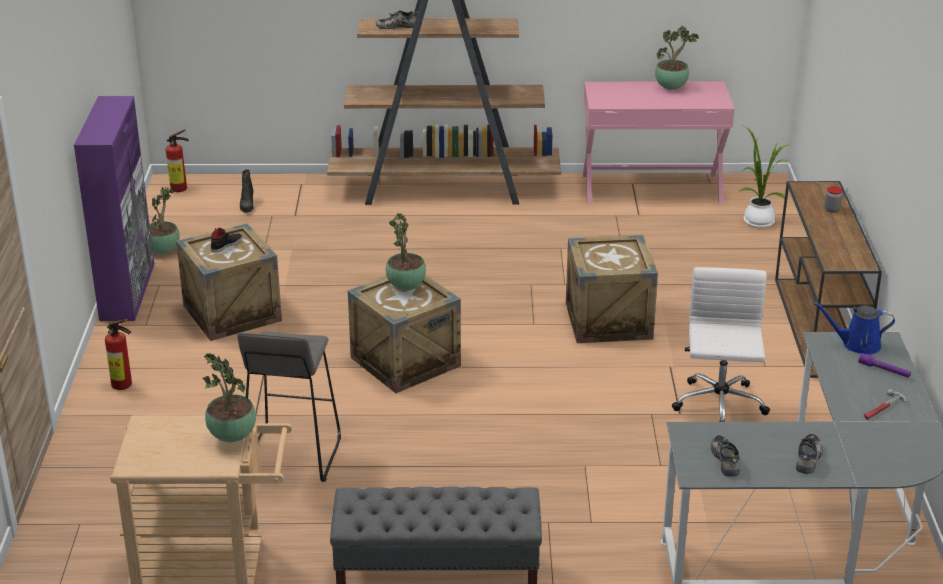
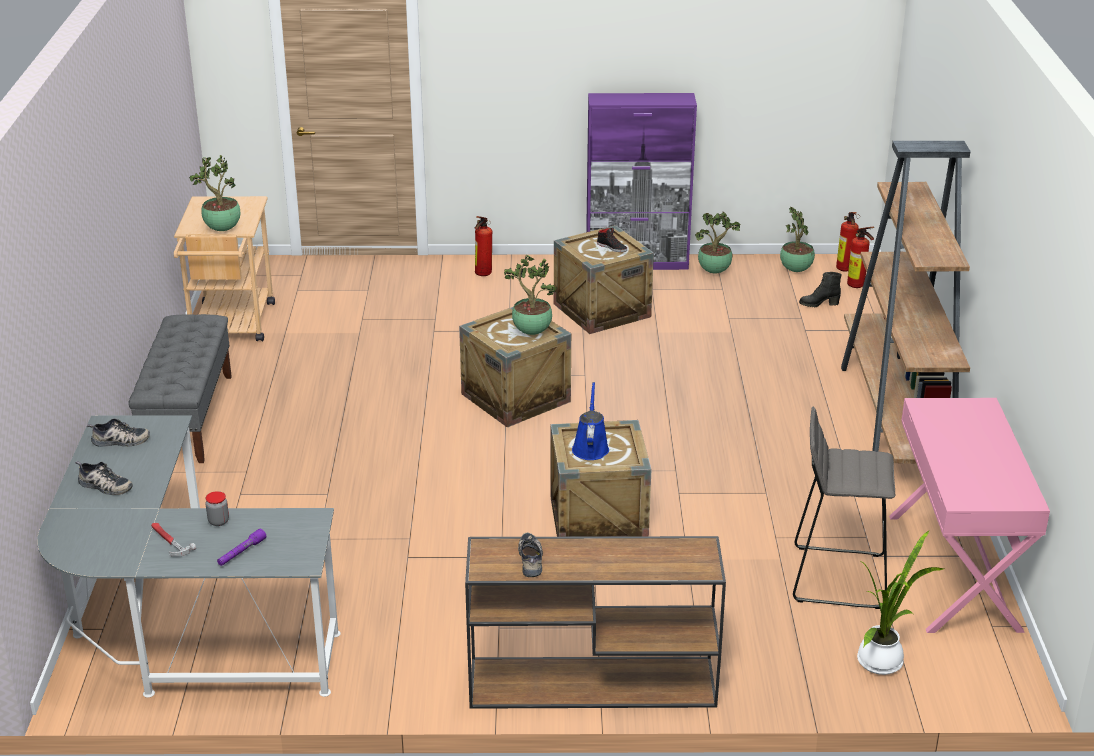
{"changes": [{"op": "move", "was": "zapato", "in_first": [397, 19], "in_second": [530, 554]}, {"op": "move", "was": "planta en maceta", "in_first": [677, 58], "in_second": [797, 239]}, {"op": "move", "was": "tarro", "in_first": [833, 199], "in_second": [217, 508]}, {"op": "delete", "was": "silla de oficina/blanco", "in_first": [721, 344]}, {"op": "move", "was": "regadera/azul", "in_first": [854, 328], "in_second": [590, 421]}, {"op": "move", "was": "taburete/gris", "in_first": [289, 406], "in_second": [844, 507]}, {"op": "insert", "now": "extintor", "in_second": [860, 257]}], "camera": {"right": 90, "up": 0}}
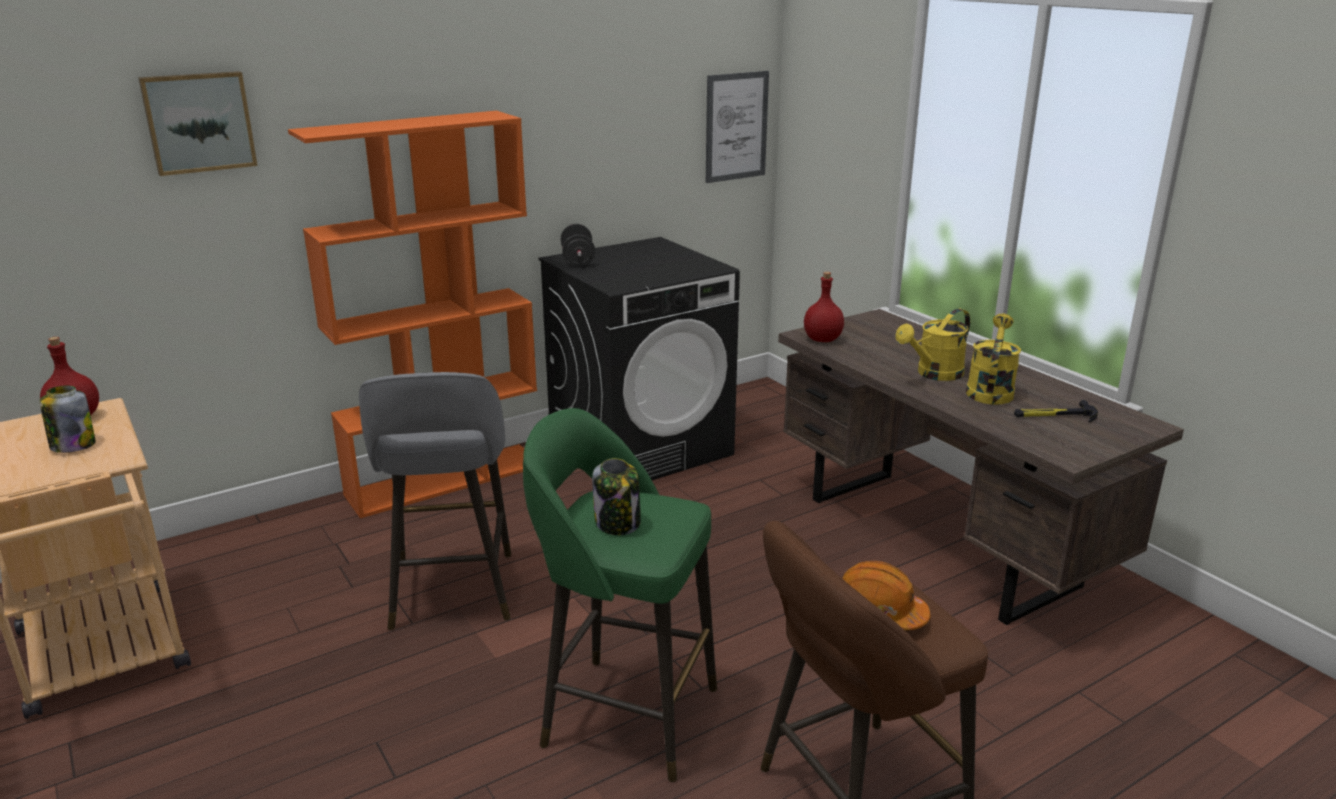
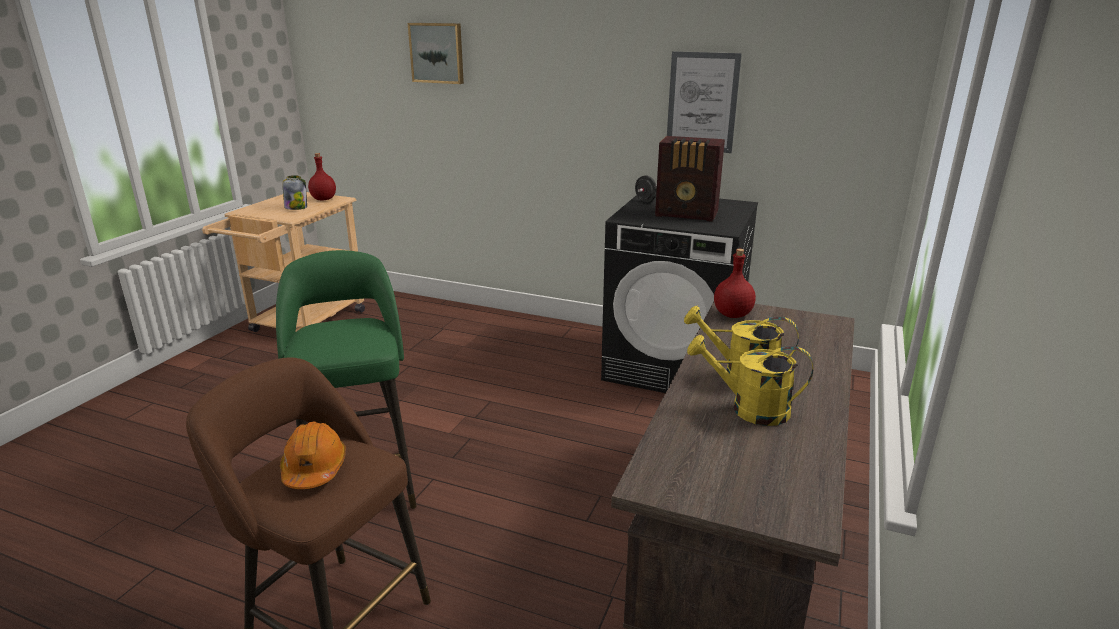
{"changes": [{"op": "move", "was": "cuadro", "in_first": [737, 127], "in_second": [704, 102]}, {"op": "delete", "was": "estantería/naranja", "in_first": [412, 314]}, {"op": "rotate", "was": "regadera/amarillo", "in_first": [993, 359], "in_second": [750, 380], "clockwise": -150}, {"op": "delete", "was": "taburete/gris", "in_first": [435, 501]}, {"op": "delete", "was": "martillo", "in_first": [1056, 411]}, {"op": "delete", "was": "tarro", "in_first": [616, 496]}, {"op": "insert", "now": "radio", "in_second": [690, 179]}], "camera": {"right": 55, "up": 0}}
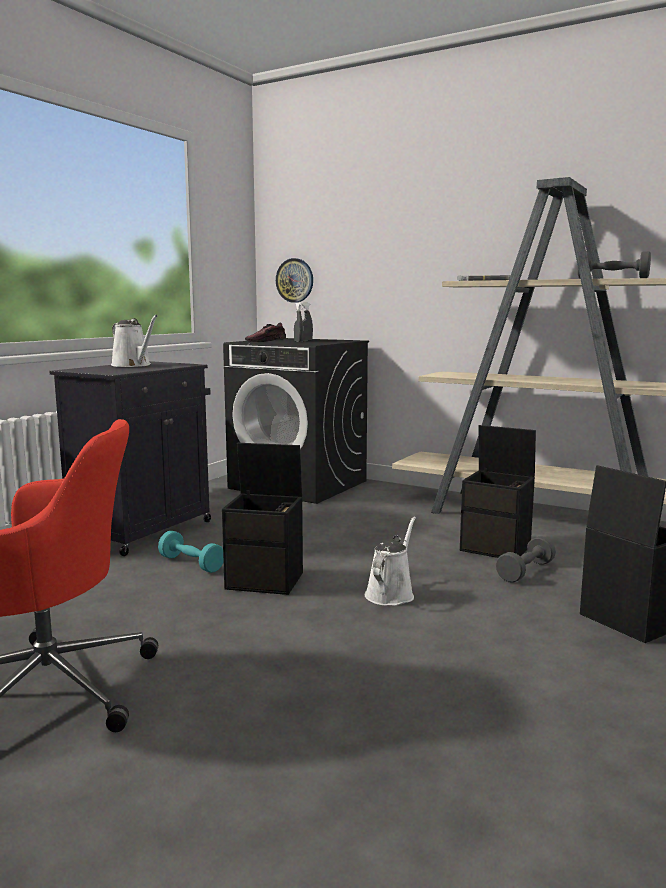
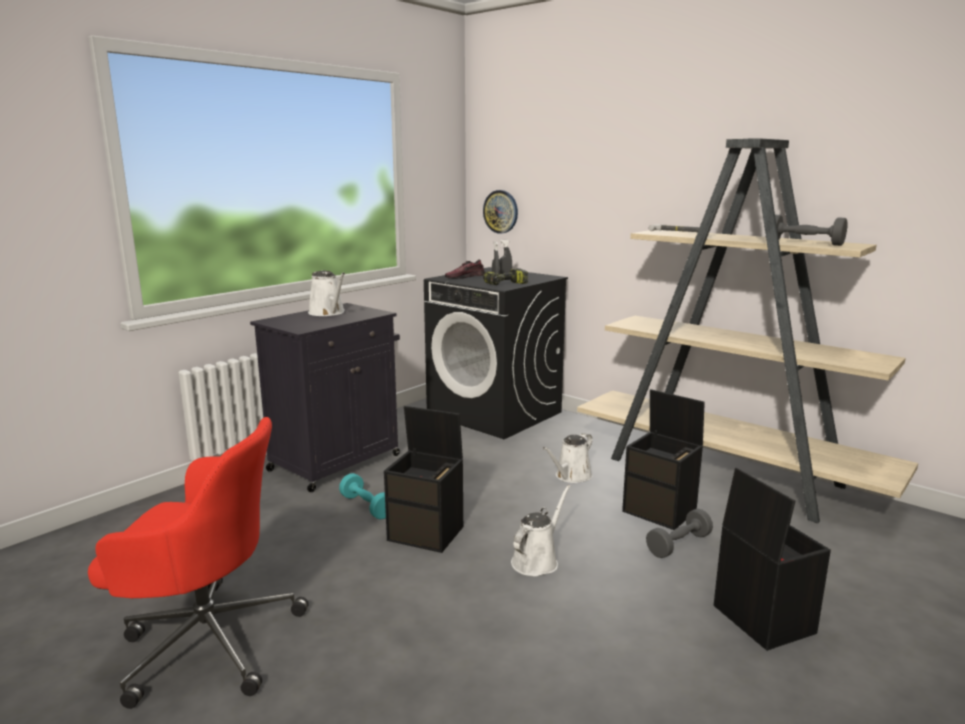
{"changes": [{"op": "insert", "now": "taladro", "in_second": [505, 276]}, {"op": "insert", "now": "regadera/blanco", "in_second": [568, 458]}], "camera": {"right": 10, "up": 5}}
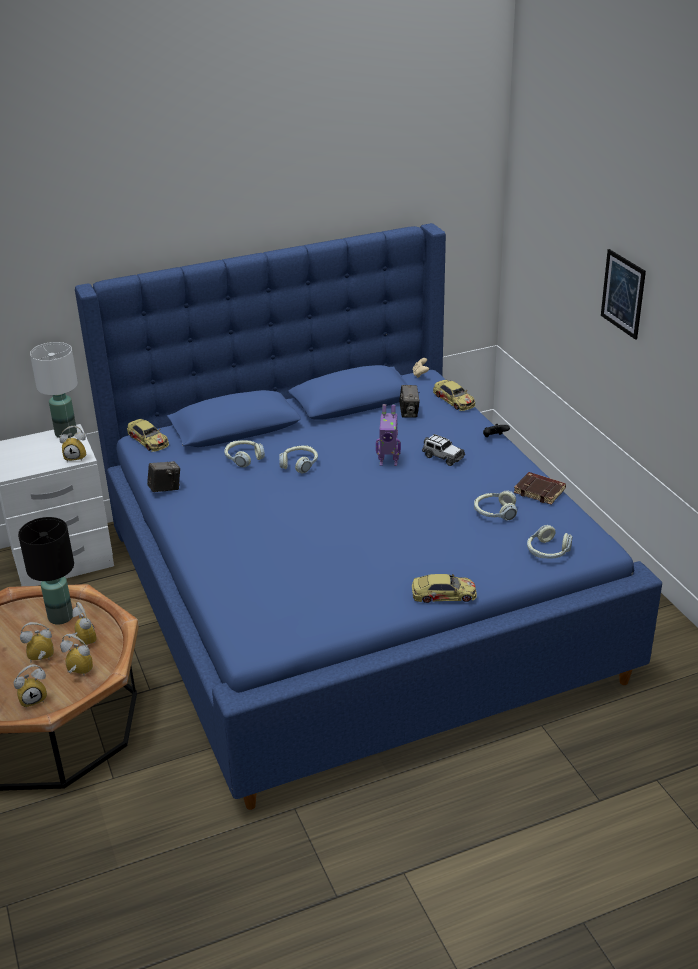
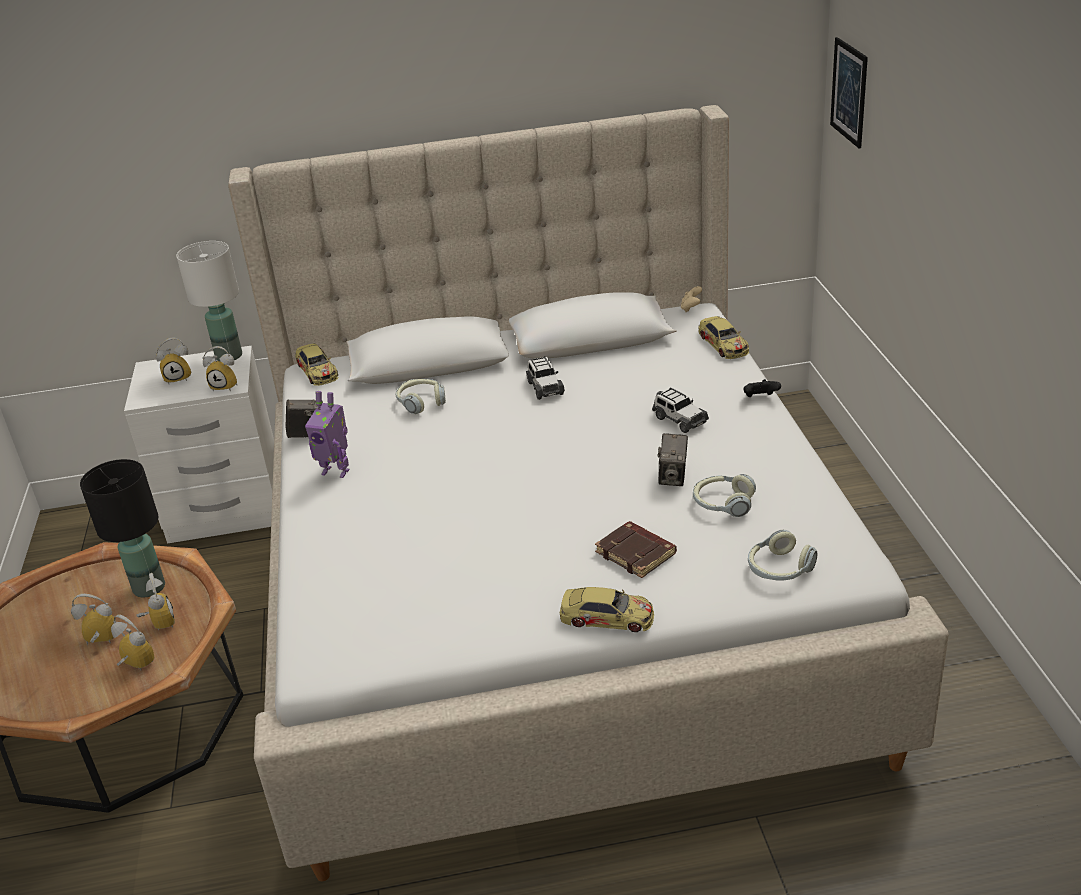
{"changes": [{"op": "recolor", "was": "cama/azul", "now": "cama/beis", "in_first": [368, 516], "in_second": [588, 493]}, {"op": "move", "was": "cuadro", "in_first": [623, 294], "in_second": [849, 92]}, {"op": "move", "was": "cámara", "in_first": [409, 401], "in_second": [673, 459]}, {"op": "move", "was": "robot de juguete", "in_first": [388, 435], "in_second": [327, 434]}, {"op": "delete", "was": "auriculares", "in_first": [298, 459]}, {"op": "move", "was": "libro/marrón", "in_first": [540, 488], "in_second": [636, 549]}, {"op": "move", "was": "despertador", "in_first": [30, 686], "in_second": [173, 360]}, {"op": "insert", "now": "coche de juguete", "in_second": [545, 378]}], "camera": {"right": 15, "up": 0}}
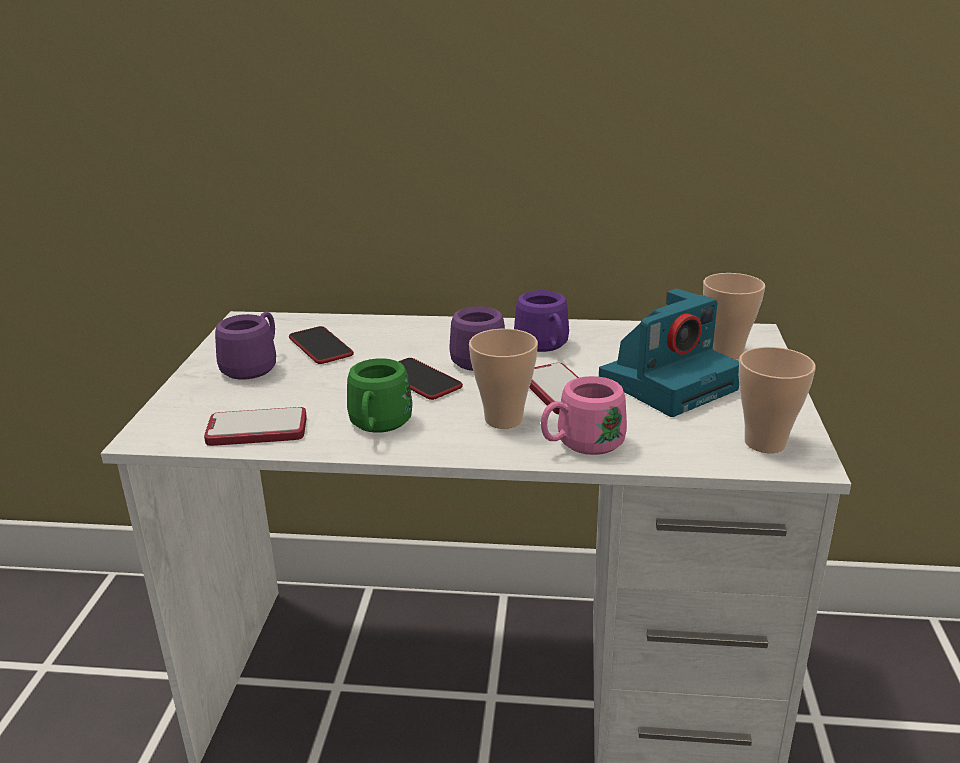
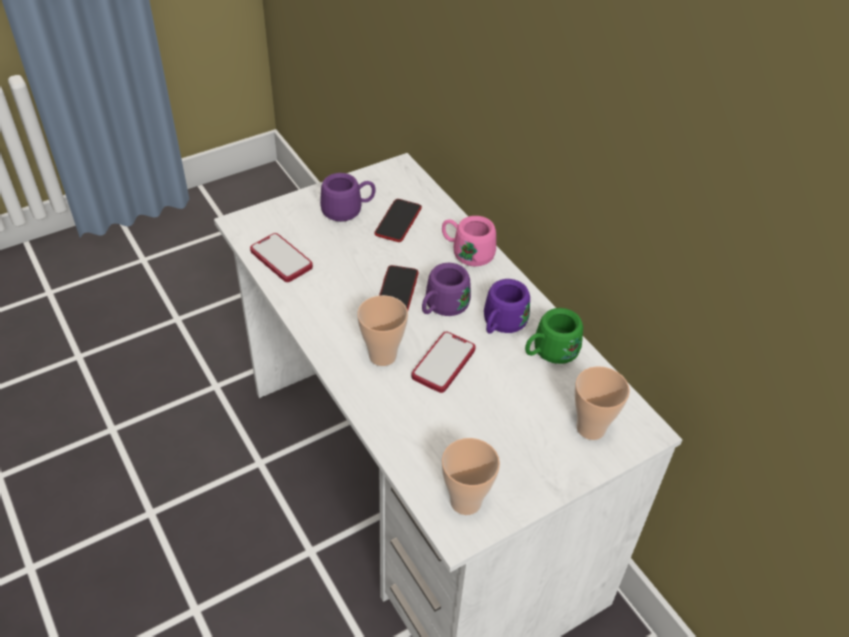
{"changes": [{"op": "delete", "was": "cámara", "in_first": [669, 352]}, {"op": "move", "was": "taza grande/verde", "in_first": [380, 395], "in_second": [554, 336]}, {"op": "move", "was": "taza grande/rosa", "in_first": [584, 415], "in_second": [469, 241]}], "camera": {"right": 50, "up": 20}}
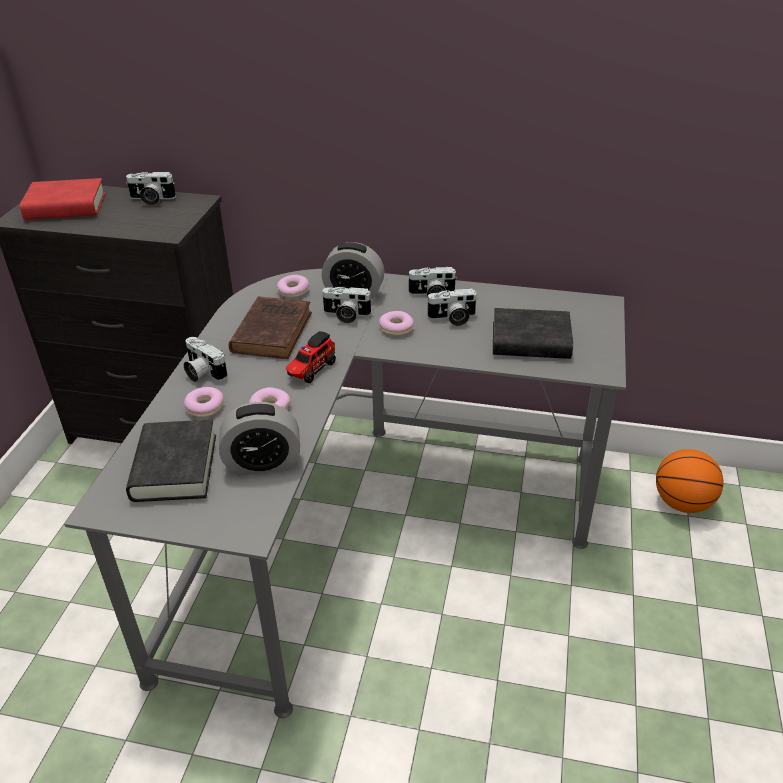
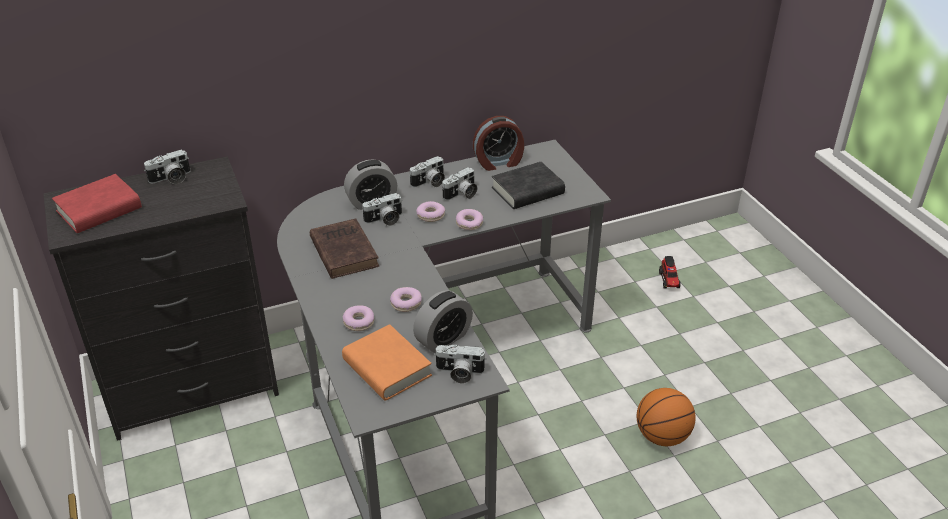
{"changes": [{"op": "move", "was": "rosquilla", "in_first": [293, 286], "in_second": [469, 219]}, {"op": "move", "was": "camión de juguete", "in_first": [311, 357], "in_second": [670, 272]}, {"op": "move", "was": "cámara", "in_first": [206, 359], "in_second": [460, 364]}, {"op": "recolor", "was": "libro/negro", "now": "libro/naranja", "in_first": [171, 461], "in_second": [387, 362]}, {"op": "move", "was": "balón de baloncesto", "in_first": [689, 481], "in_second": [666, 417]}, {"op": "insert", "now": "despertador", "in_second": [498, 143]}], "camera": {"right": -35, "up": 0}}
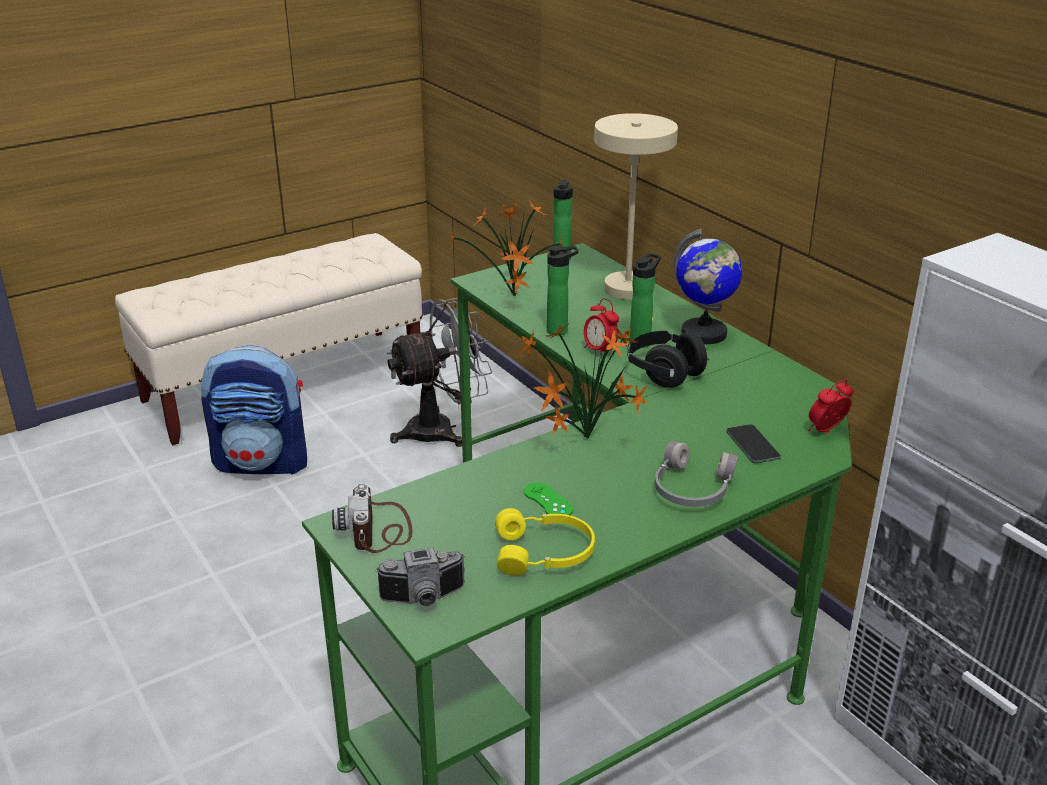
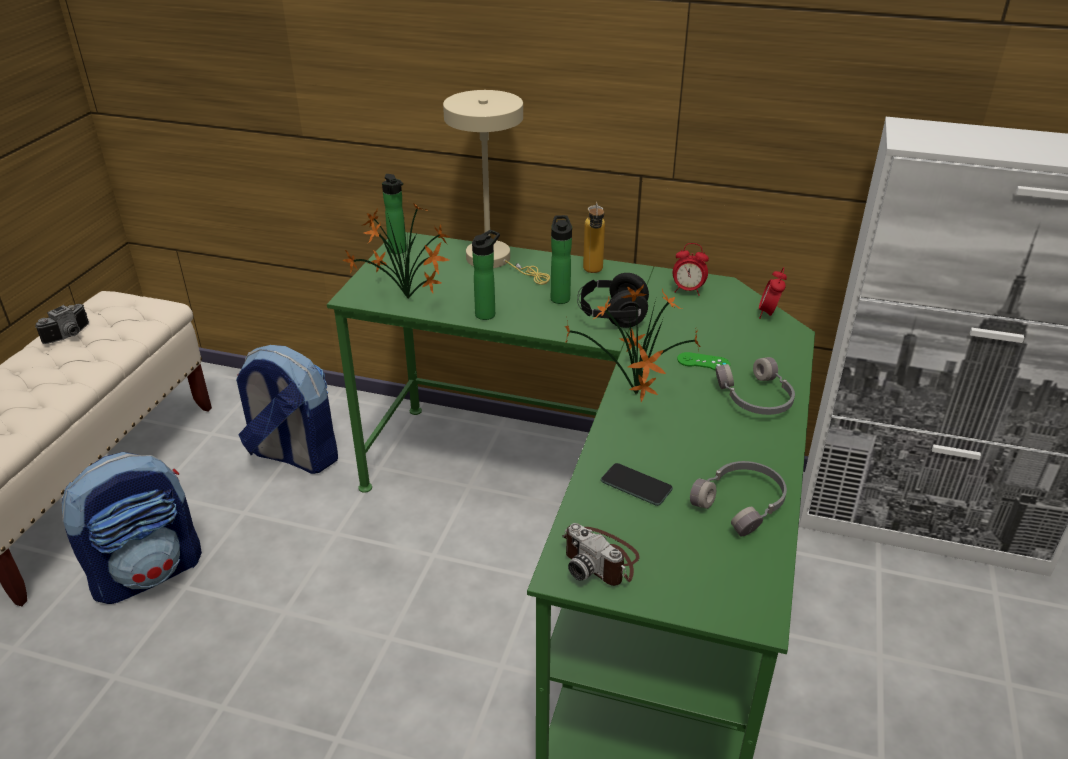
{"changes": [{"op": "replace", "was": "globo terráqueo", "now": "botella", "in_first": [708, 286], "in_second": [594, 237]}, {"op": "replace", "was": "ventilador/gris", "now": "mochila", "in_first": [439, 372], "in_second": [287, 409]}, {"op": "move", "was": "despertador", "in_first": [601, 328], "in_second": [691, 269]}, {"op": "move", "was": "móvil", "in_first": [753, 443], "in_second": [637, 484]}, {"op": "move", "was": "mando de consola/verde", "in_first": [548, 499], "in_second": [703, 361]}, {"op": "recolor", "was": "auriculares/amarillo", "now": "auriculares/gris", "in_first": [545, 542], "in_second": [738, 499]}, {"op": "move", "was": "cámara", "in_first": [420, 577], "in_second": [62, 324]}], "camera": {"right": -40, "up": 5}}
